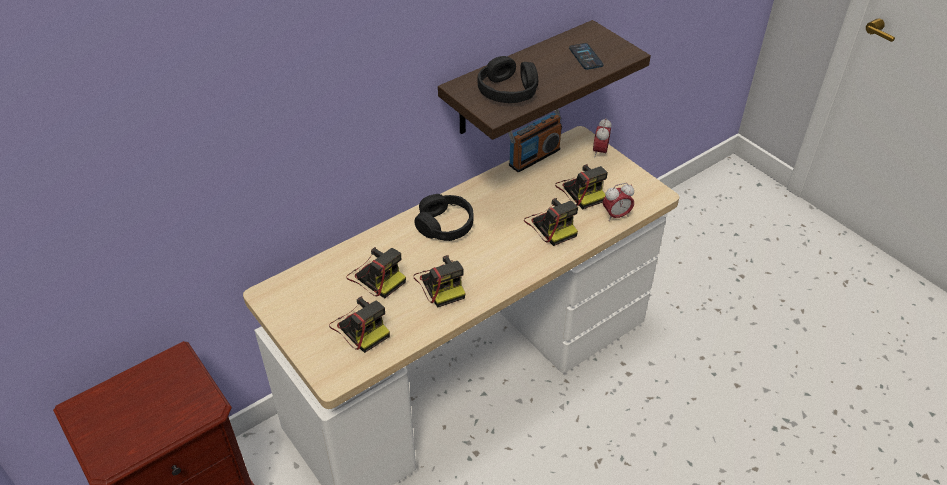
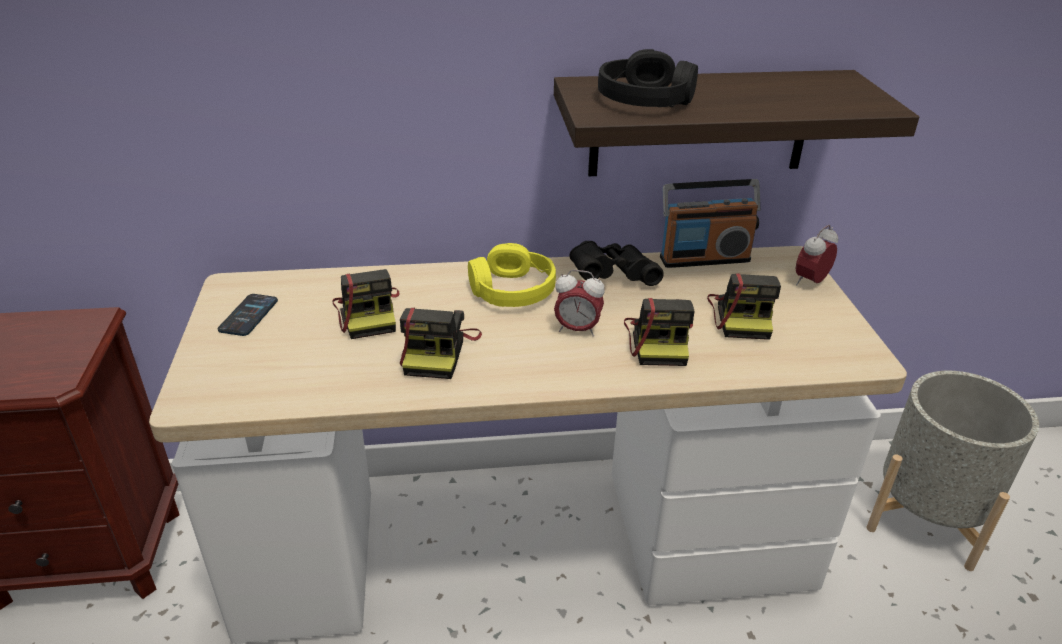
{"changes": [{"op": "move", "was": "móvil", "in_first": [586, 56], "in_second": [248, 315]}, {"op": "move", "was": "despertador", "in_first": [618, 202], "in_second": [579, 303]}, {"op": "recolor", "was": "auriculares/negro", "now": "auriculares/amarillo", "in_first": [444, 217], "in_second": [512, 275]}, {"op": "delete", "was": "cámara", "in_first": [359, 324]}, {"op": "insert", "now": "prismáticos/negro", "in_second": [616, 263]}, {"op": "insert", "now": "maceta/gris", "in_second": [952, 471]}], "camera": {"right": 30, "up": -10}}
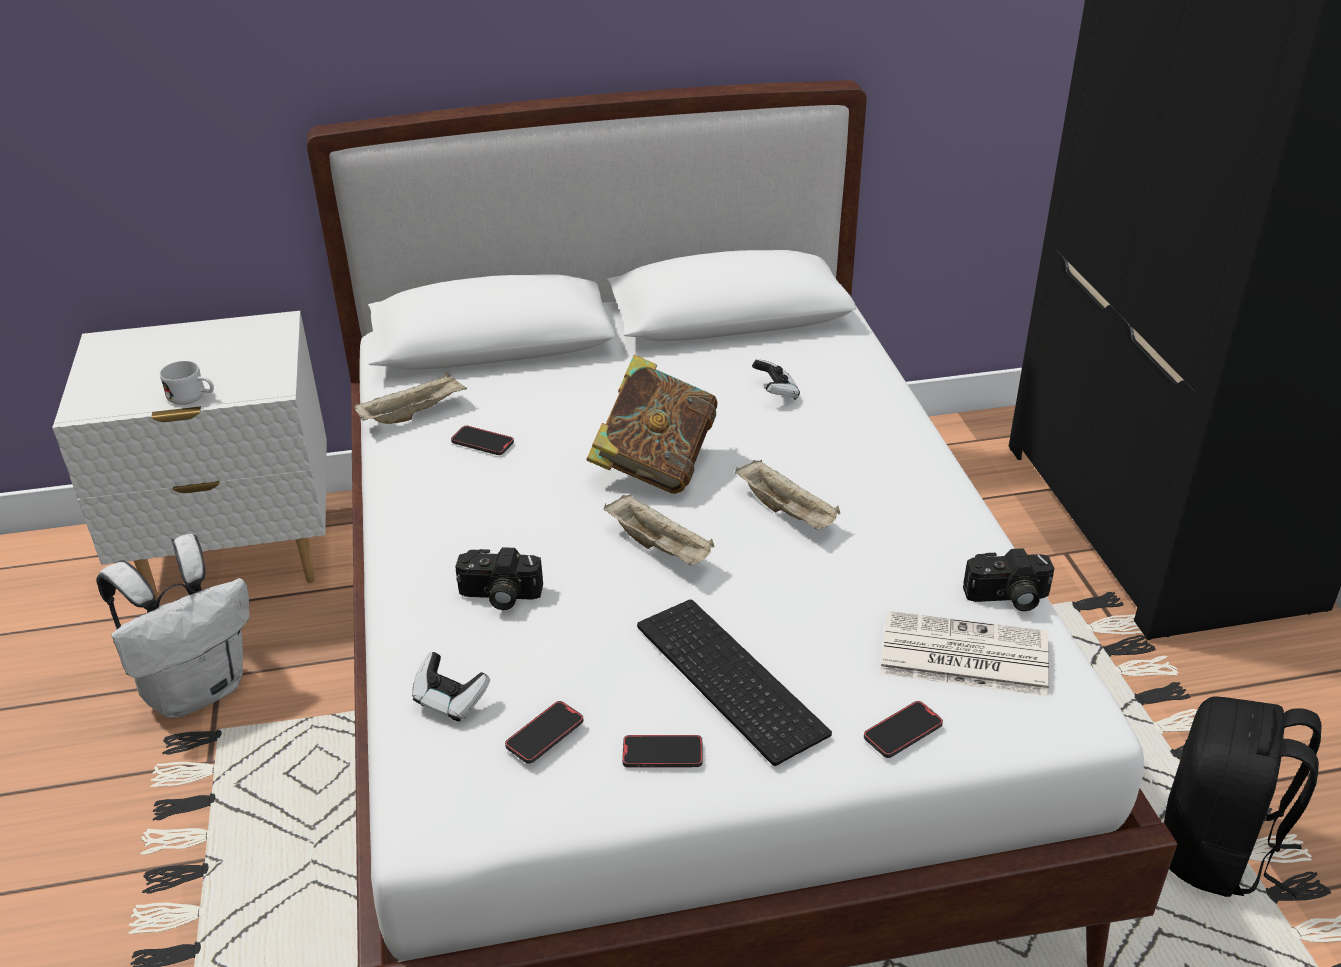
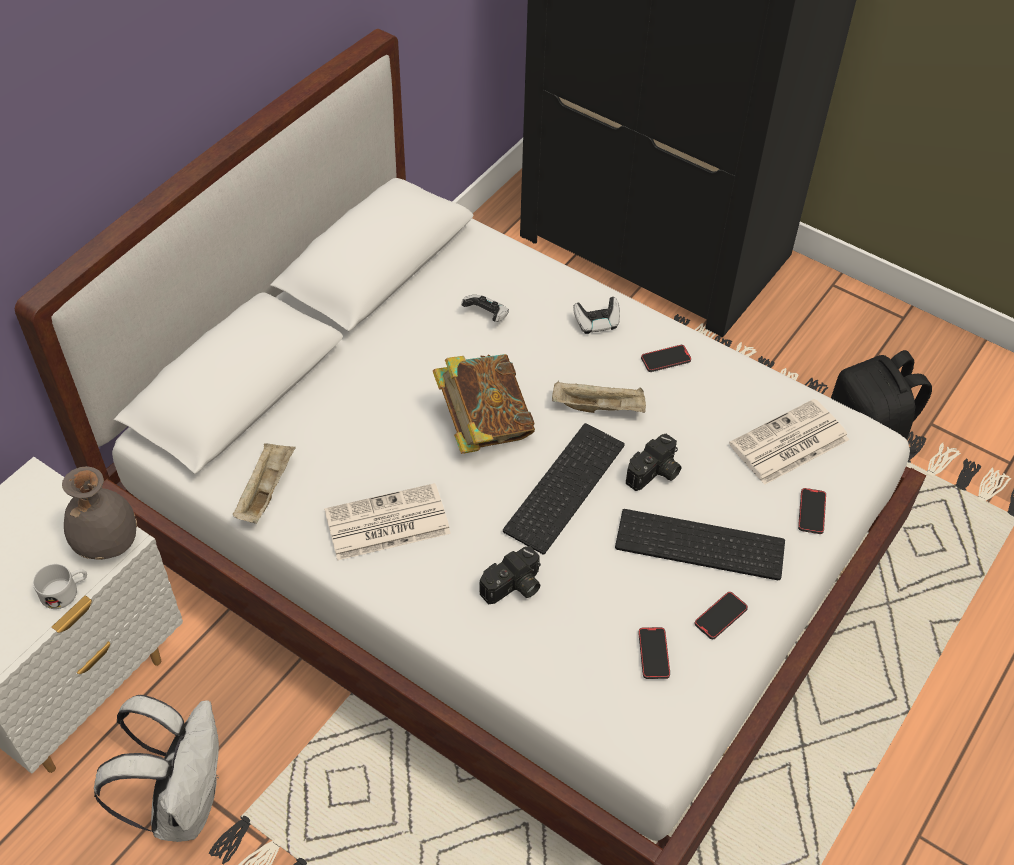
{"changes": [{"op": "move", "was": "móvil", "in_first": [482, 440], "in_second": [666, 358]}, {"op": "replace", "was": "bandeja/beis", "now": "teclado", "in_first": [659, 530], "in_second": [564, 488]}, {"op": "move", "was": "cámara", "in_first": [1008, 579], "in_second": [654, 462]}, {"op": "move", "was": "mando de consola", "in_first": [451, 687], "in_second": [596, 315]}, {"op": "insert", "now": "florero/gris", "in_second": [99, 513]}, {"op": "insert", "now": "periódico", "in_second": [387, 522]}], "camera": {"right": -45, "up": 15}}
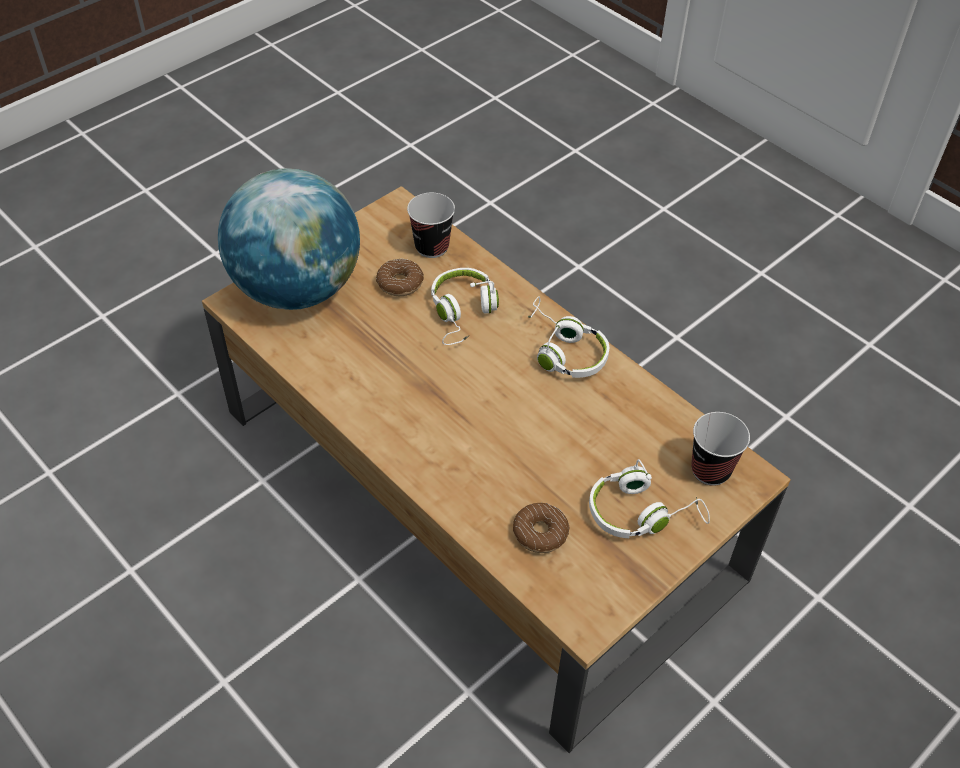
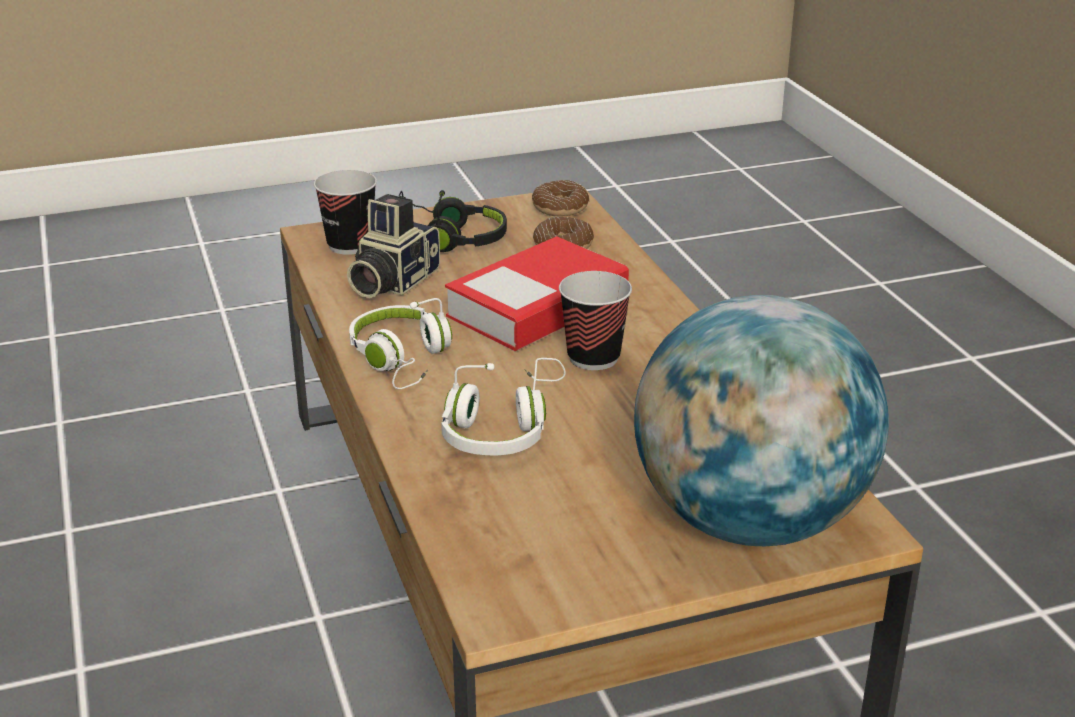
{"changes": [{"op": "move", "was": "taza", "in_first": [431, 225], "in_second": [595, 320]}, {"op": "move", "was": "rosquilla", "in_first": [400, 277], "in_second": [560, 198]}, {"op": "recolor", "was": "auriculares/blanco", "now": "auriculares/negro", "in_first": [649, 498], "in_second": [453, 221]}, {"op": "insert", "now": "cámara", "in_second": [393, 246]}, {"op": "insert", "now": "libro", "in_second": [537, 293]}], "camera": {"right": -155, "up": -20}}
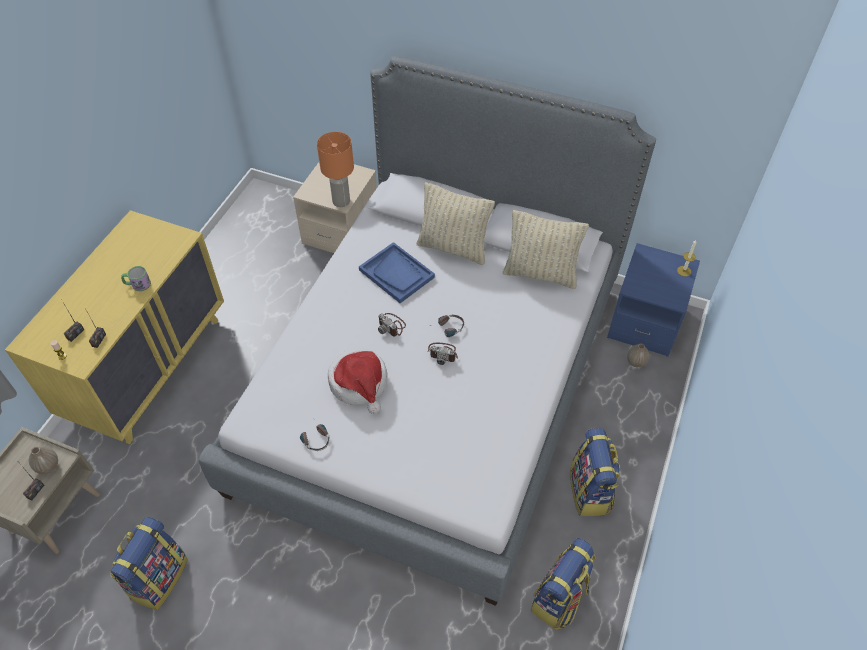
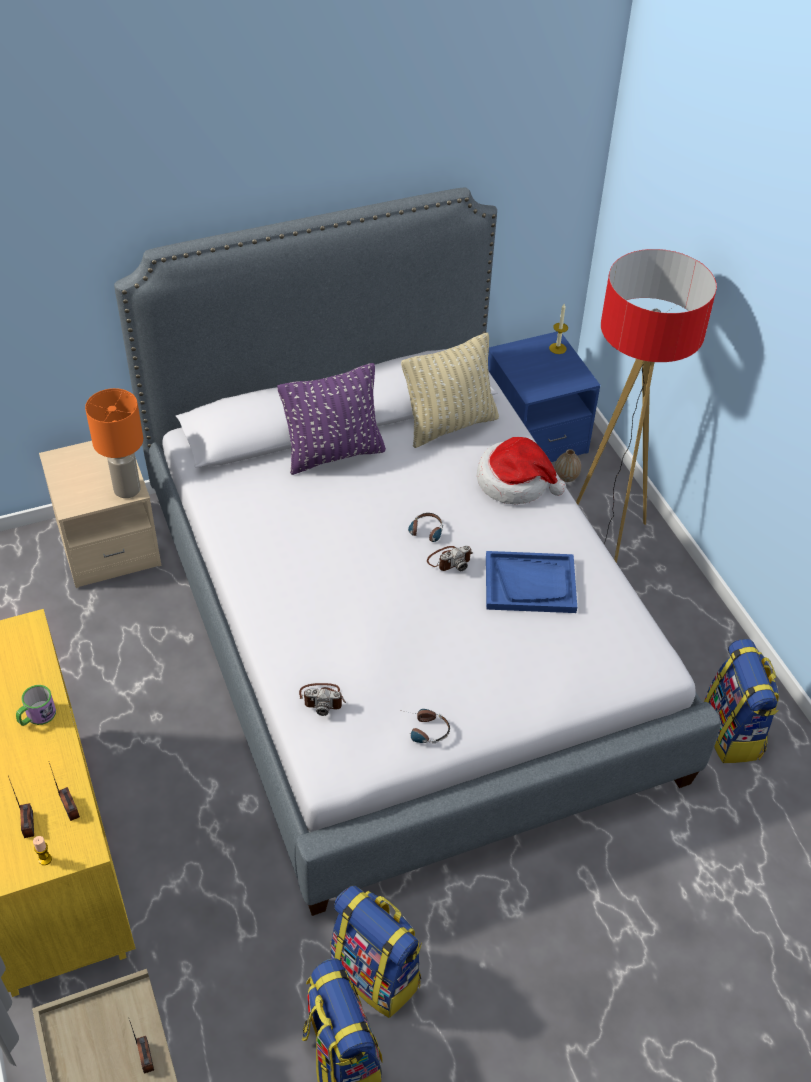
{"changes": [{"op": "recolor", "was": "cojín/beis", "now": "cojín/morado", "in_first": [455, 223], "in_second": [332, 419]}, {"op": "move", "was": "bandeja/azul", "in_first": [397, 272], "in_second": [531, 582]}, {"op": "move", "was": "cámara", "in_first": [392, 324], "in_second": [322, 699]}, {"op": "move", "was": "sombrero", "in_first": [358, 381], "in_second": [521, 471]}, {"op": "move", "was": "mochila", "in_first": [595, 472], "in_second": [376, 952]}, {"op": "delete", "was": "florero", "in_first": [43, 460]}, {"op": "insert", "now": "lámpara de pie", "in_second": [646, 406]}], "camera": {"right": -45, "up": -5}}
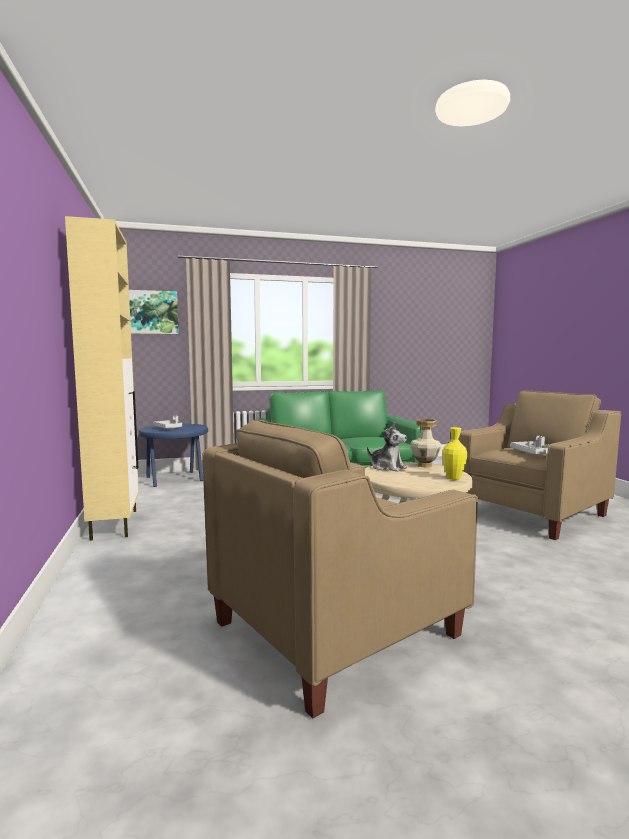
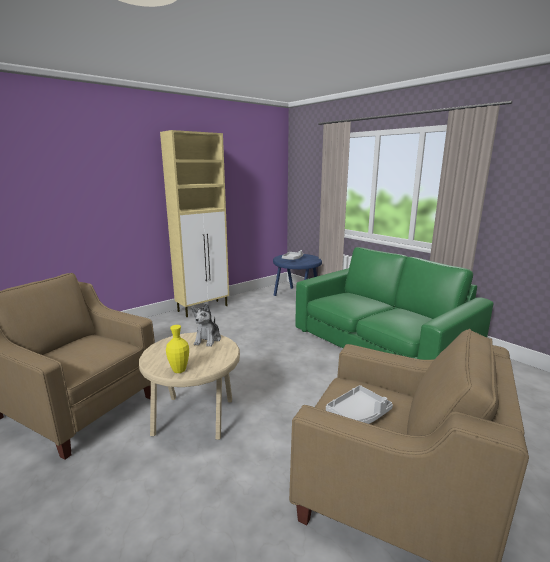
{"changes": [{"op": "delete", "was": "cuadro", "in_first": [154, 312]}, {"op": "delete", "was": "florero", "in_first": [425, 443]}], "camera": {"right": 65, "up": 10}}
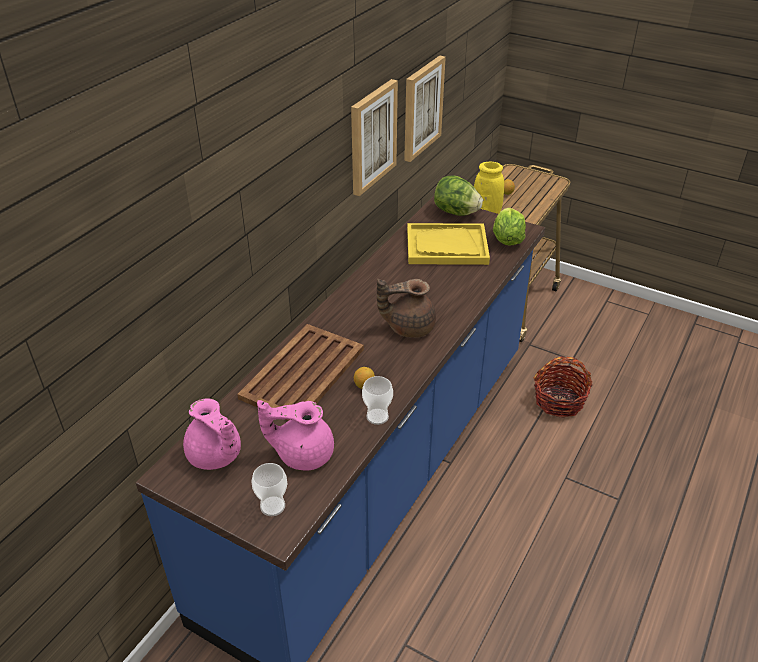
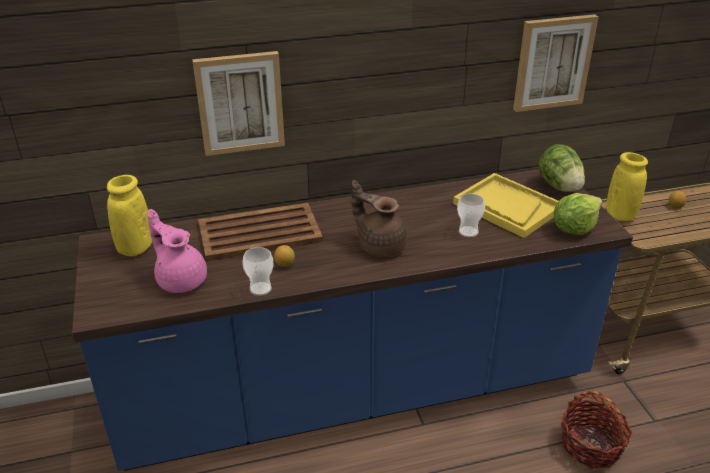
{"changes": [{"op": "move", "was": "cuadro", "in_first": [374, 137], "in_second": [238, 103]}, {"op": "replace", "was": "tetera/rosa", "now": "florero/amarillo", "in_first": [212, 434], "in_second": [129, 215]}, {"op": "move", "was": "taza", "in_first": [269, 489], "in_second": [471, 215]}], "camera": {"right": 45, "up": -5}}
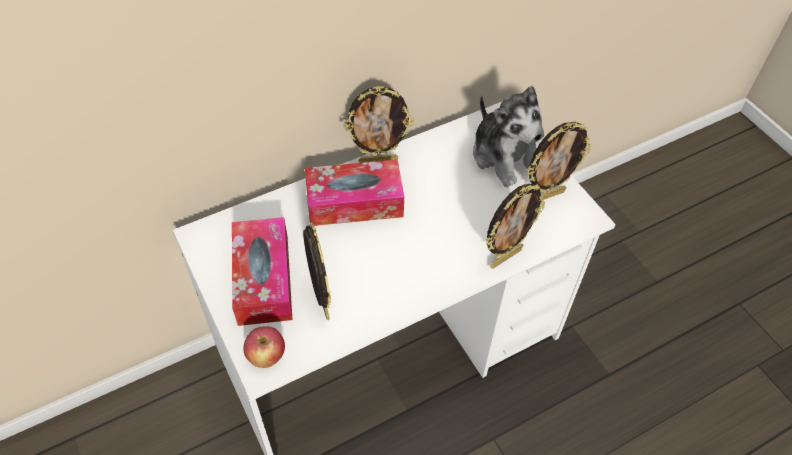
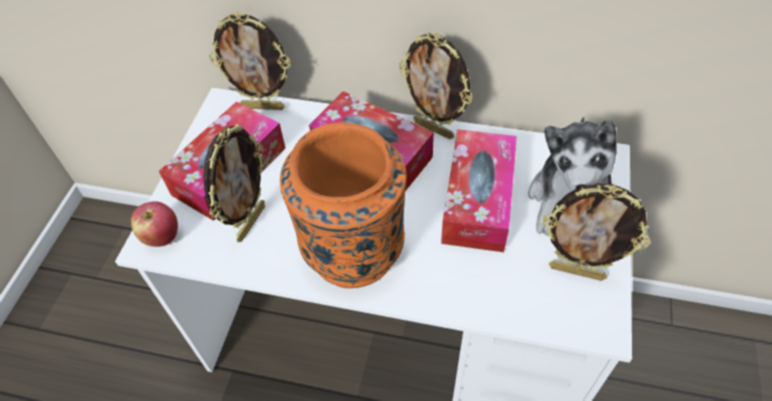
{"changes": [{"op": "move", "was": "portarretratos", "in_first": [515, 226], "in_second": [250, 61]}, {"op": "insert", "now": "florero/naranja", "in_second": [343, 205]}, {"op": "insert", "now": "caja de pañuelos", "in_second": [479, 190]}], "camera": {"right": 45, "up": 0}}
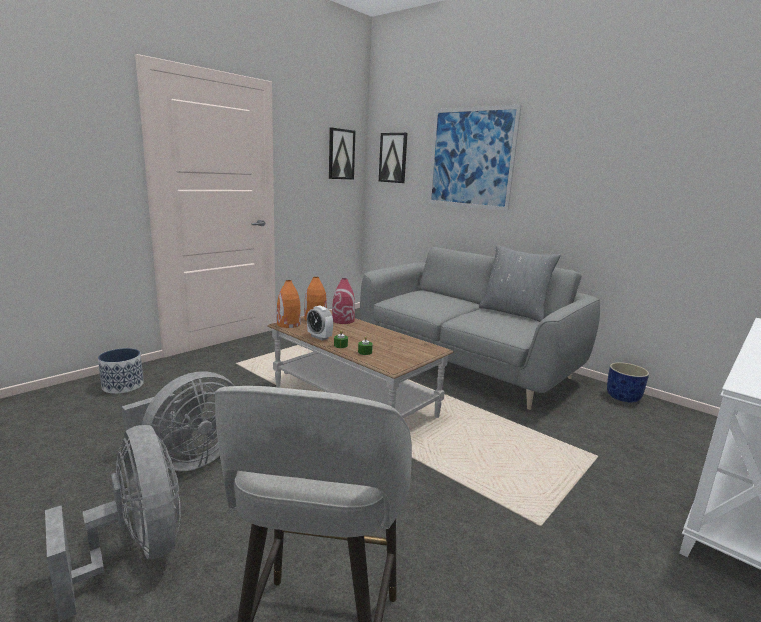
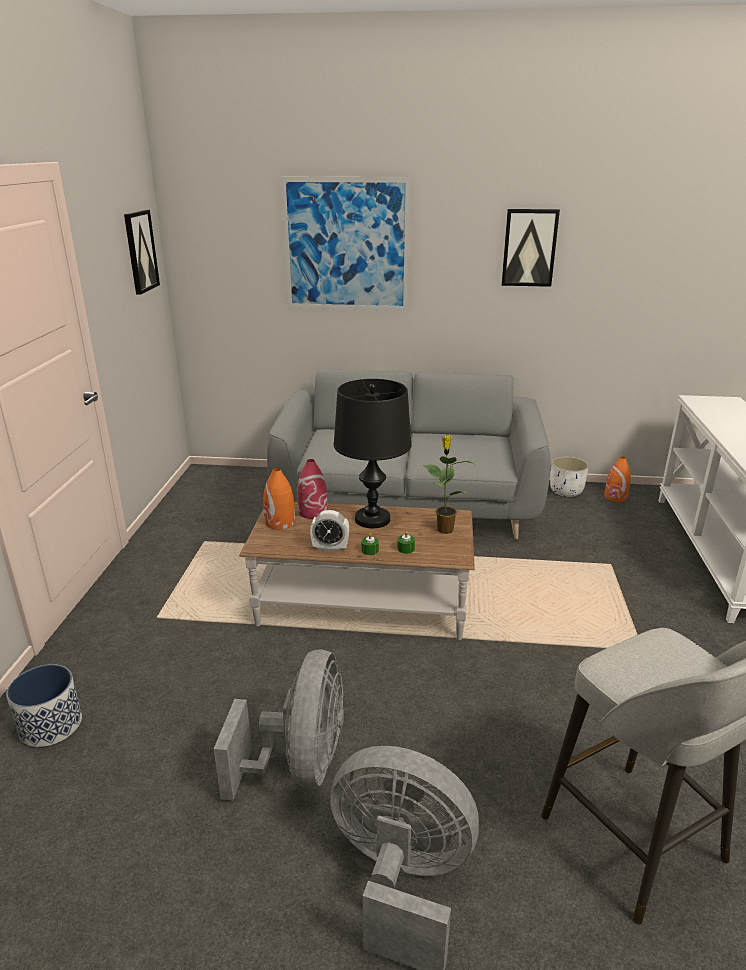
{"changes": [{"op": "move", "was": "cuadro", "in_first": [393, 158], "in_second": [530, 248]}, {"op": "delete", "was": "cojín/gris", "in_first": [520, 283]}, {"op": "move", "was": "florero/naranja", "in_first": [289, 304], "in_second": [617, 479]}, {"op": "recolor", "was": "maceta/azul", "now": "maceta/blanco", "in_first": [628, 382], "in_second": [569, 476]}, {"op": "insert", "now": "lámpara de mesa/negro", "in_second": [373, 453]}, {"op": "insert", "now": "planta en maceta", "in_second": [449, 485]}], "camera": {"right": -35, "up": 10}}
